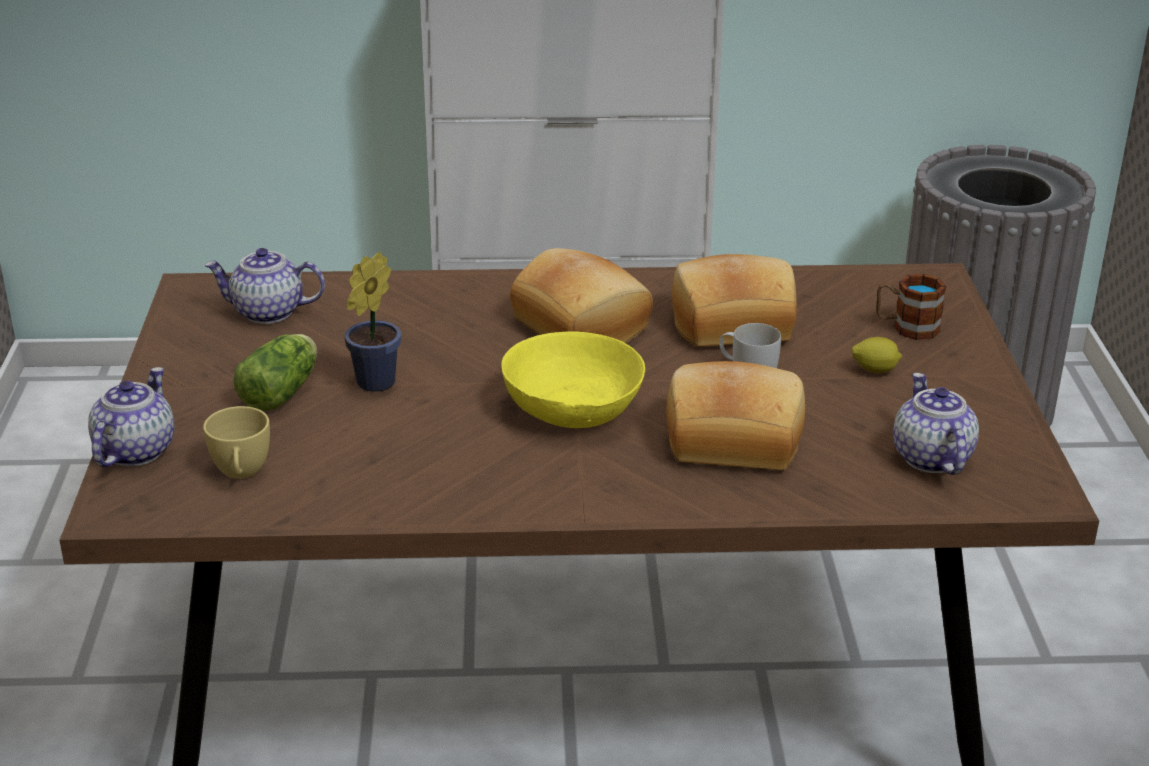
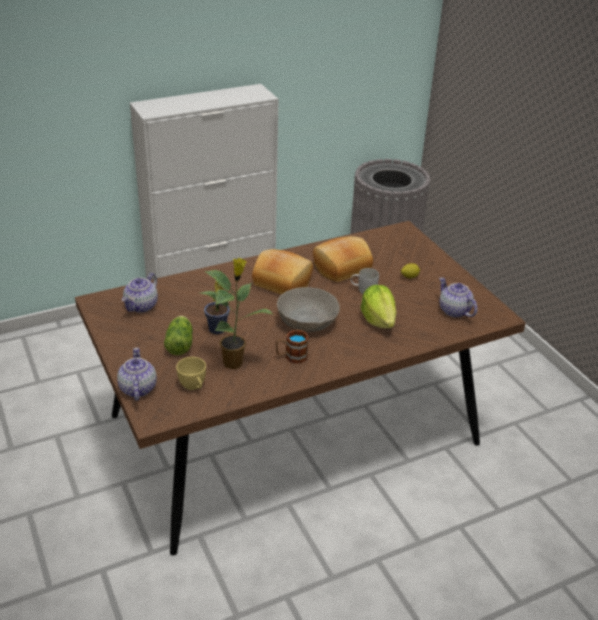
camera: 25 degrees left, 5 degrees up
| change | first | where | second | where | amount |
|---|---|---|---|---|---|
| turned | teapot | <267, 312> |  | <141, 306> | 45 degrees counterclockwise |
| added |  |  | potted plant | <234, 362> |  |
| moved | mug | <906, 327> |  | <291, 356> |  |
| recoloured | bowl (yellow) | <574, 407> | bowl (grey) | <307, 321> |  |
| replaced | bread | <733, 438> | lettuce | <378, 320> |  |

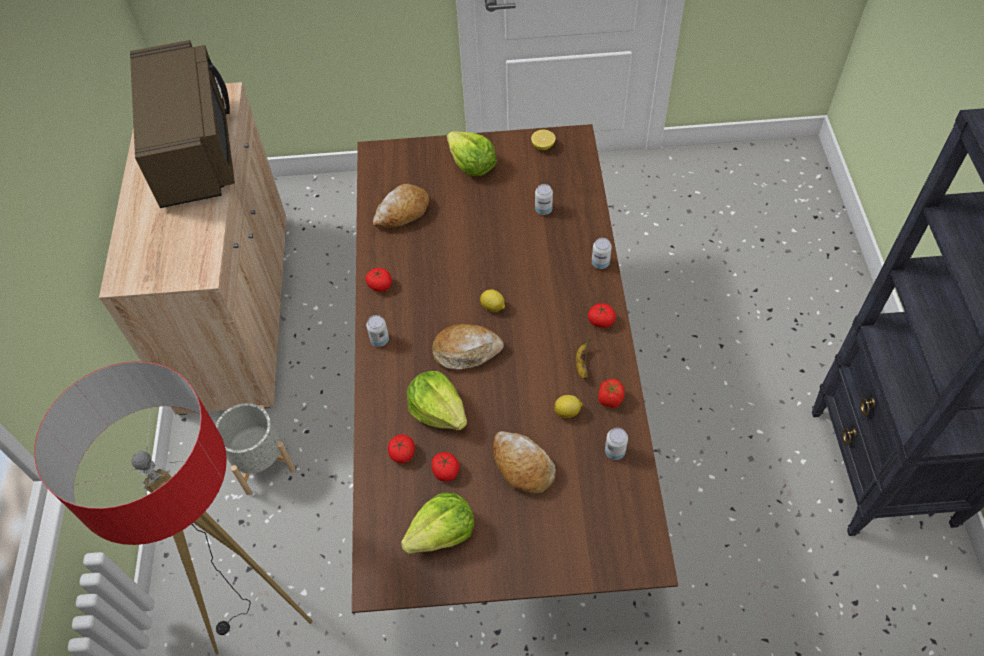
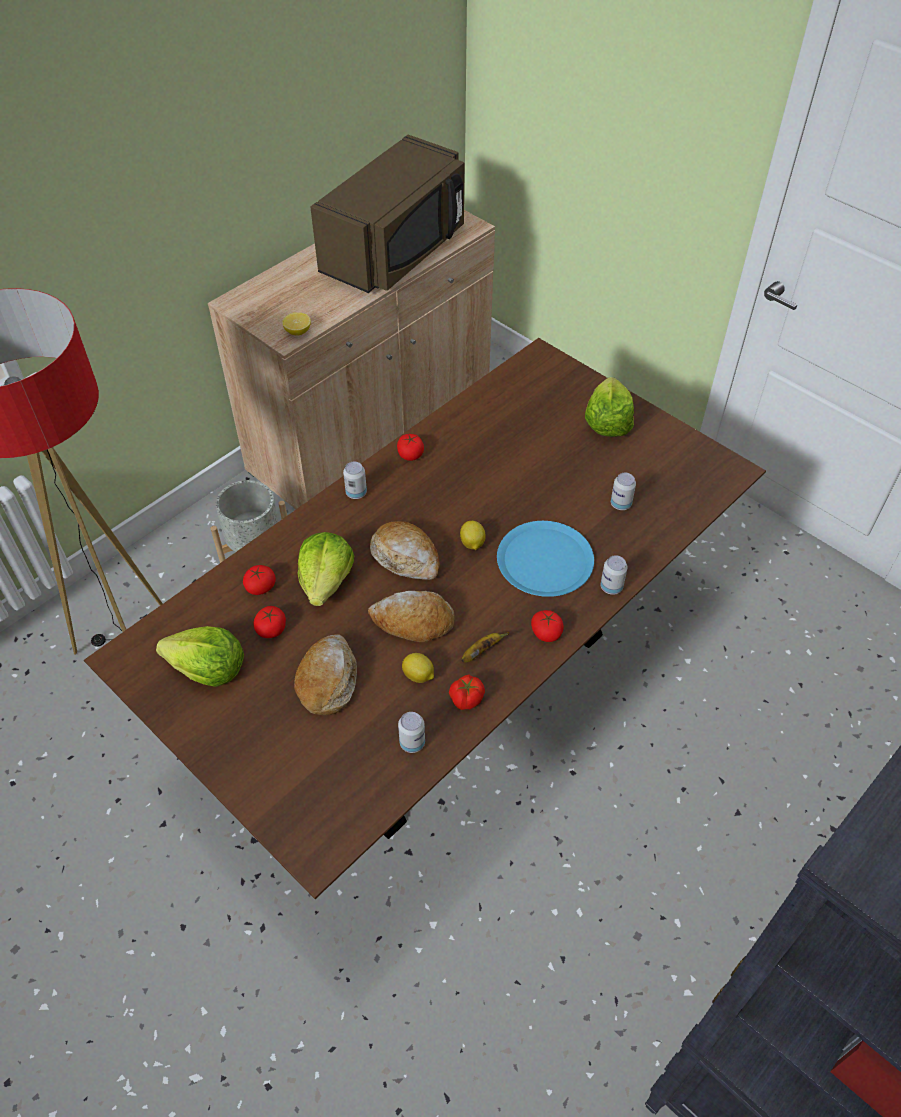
camera: 45 degrees right, 5 degrees down
| change | first | where | second | where | amount |
|---|---|---|---|---|---|
| moved | lemon | <543, 146> |  | <298, 332> |  |
| moved | bread | <402, 213> |  | <413, 623> |  |
| added |  |  | plate (blue) | <545, 560> |  |

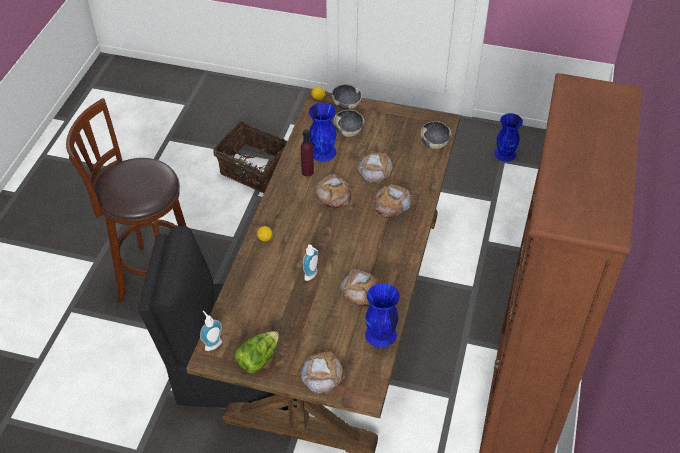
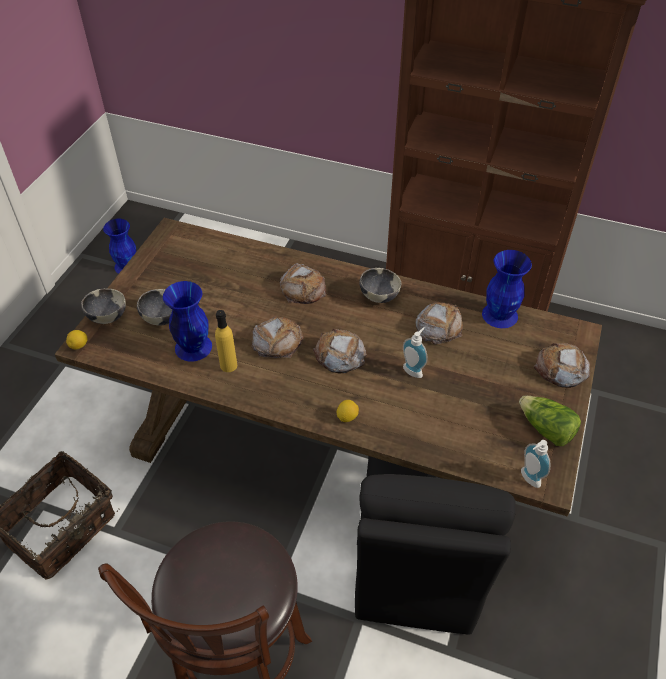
camera: 85 degrees left, 0 degrees up
| change | first | where | second | where | amount |
|---|---|---|---|---|---|
| recoloured | bottle (purple) | <307, 172> | bottle (yellow) | <228, 365> |  |
| moved | bread | <375, 170> |  | <339, 355> |  |
| moved | bowl | <434, 144> |  | <379, 296> |  |

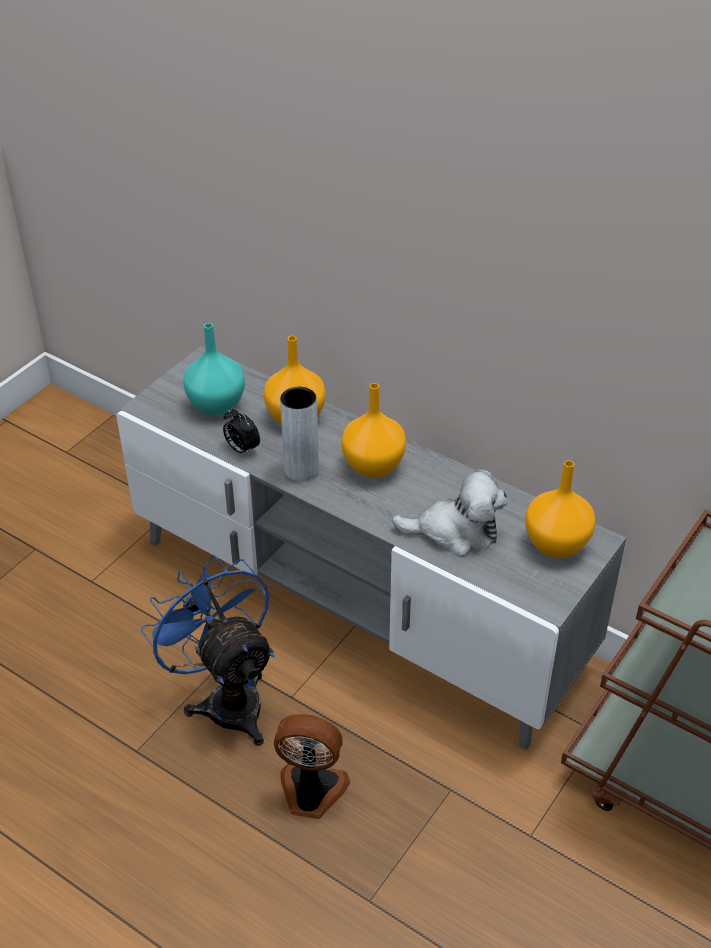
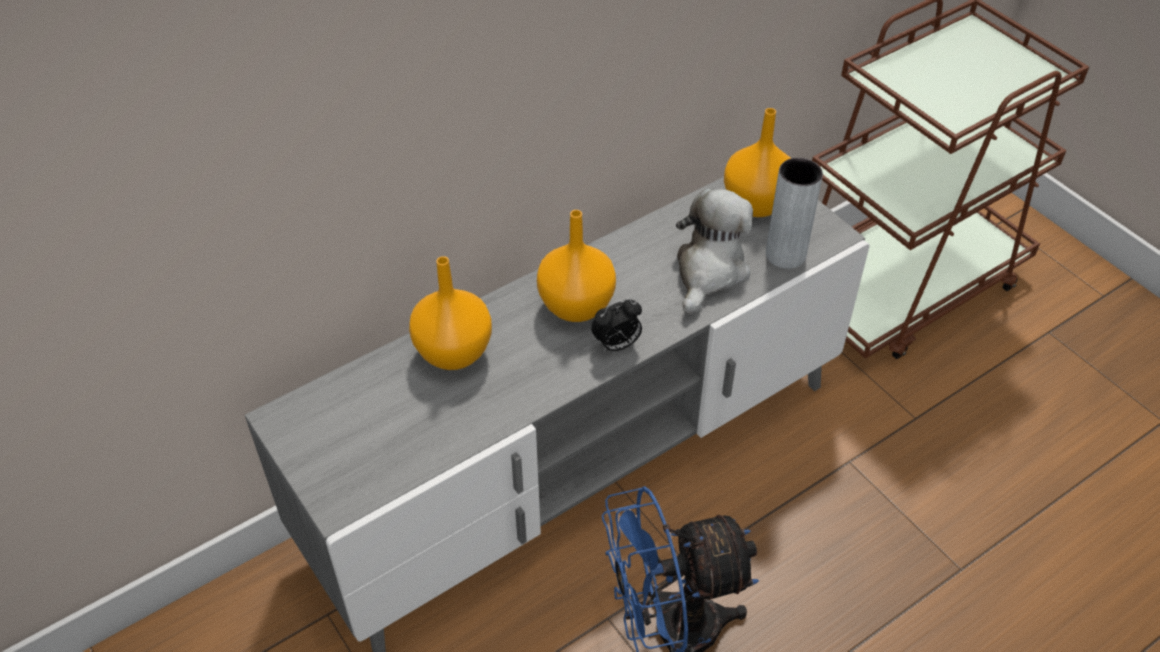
camera: 70 degrees left, 5 degrees up
| change | first | where | second | where | amount |
|---|---|---|---|---|---|
| moved | alarm clock | <241, 449> |  | <616, 345> |  |
| moved | vase (grey) | <301, 470> |  | <785, 254> |  |
| removed | vase (turquoise) | <216, 405> |  |  |  |
| removed | fan | <311, 792> |  |  |  |

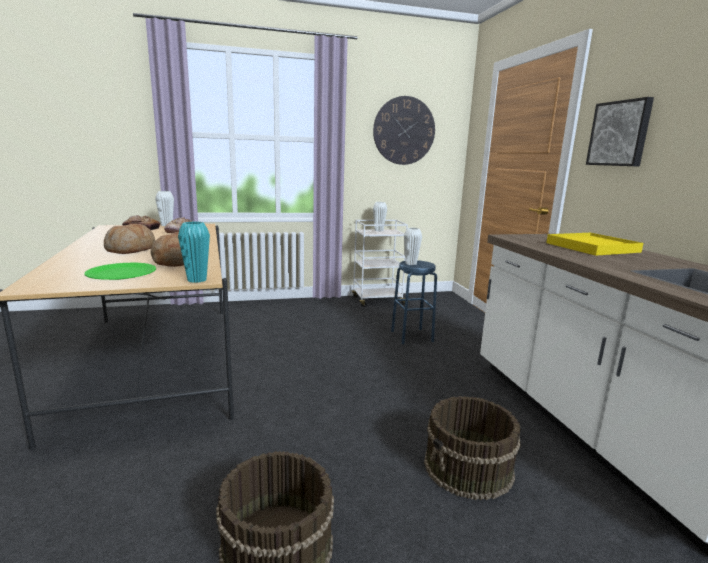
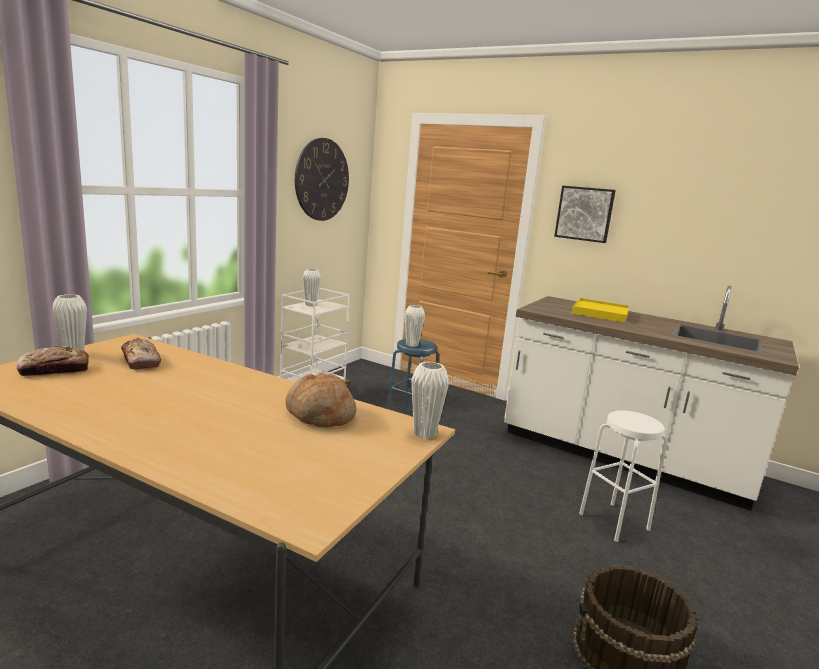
camera: 45 degrees left, 0 degrees up
| change | first | where | second | where | amount |
|---|---|---|---|---|---|
| recoloured | vase (turquoise) | <197, 280> | vase (white) | <424, 433> |  |
| replaced | bucket (brown) | <469, 468> | stool (white) | <614, 521> |  |
| removed | plate (green) | <122, 273> |  |  |  |
| removed | bread | <131, 250> |  |  |  |

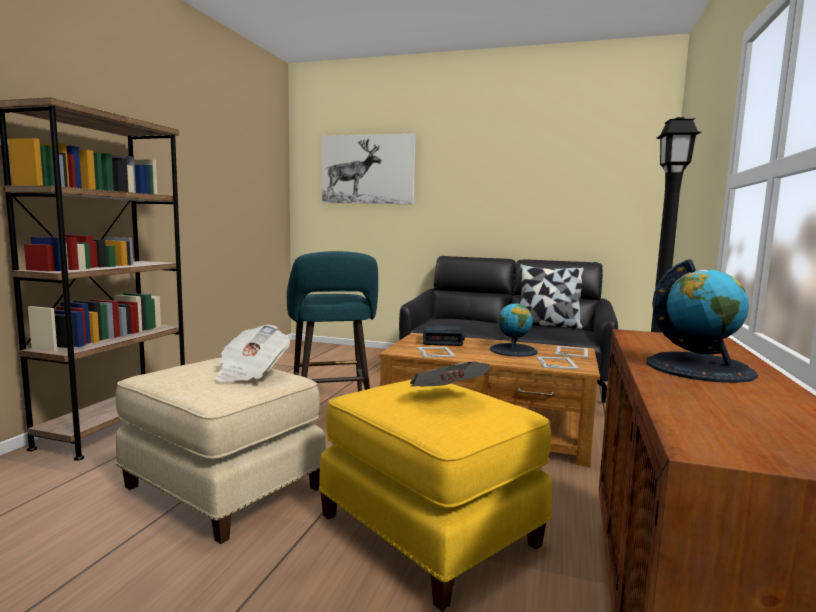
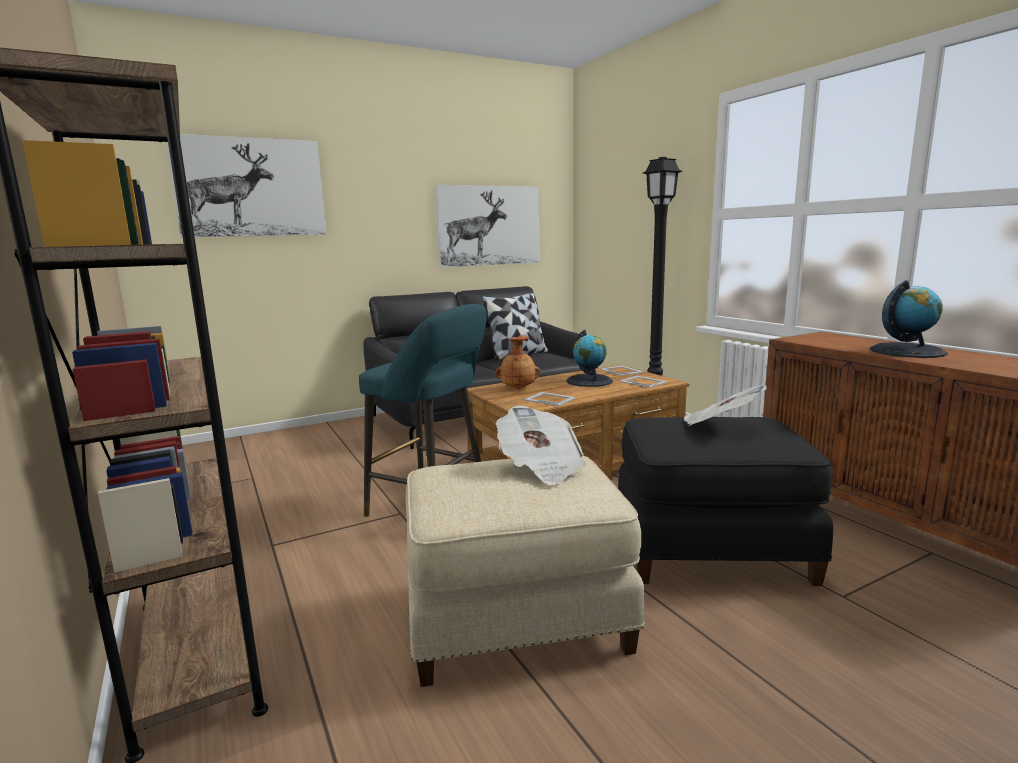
camera: 45 degrees left, 5 degrees up
| change | first | where | second | where | amount |
|---|---|---|---|---|---|
| added |  |  | picture | <489, 226> |  |
| replaced | alarm clock | <443, 341> | vase (brown) | <518, 388> |  |
| recoloured | ottoman (yellow) | <431, 528> | ottoman (black) | <710, 547> |  |

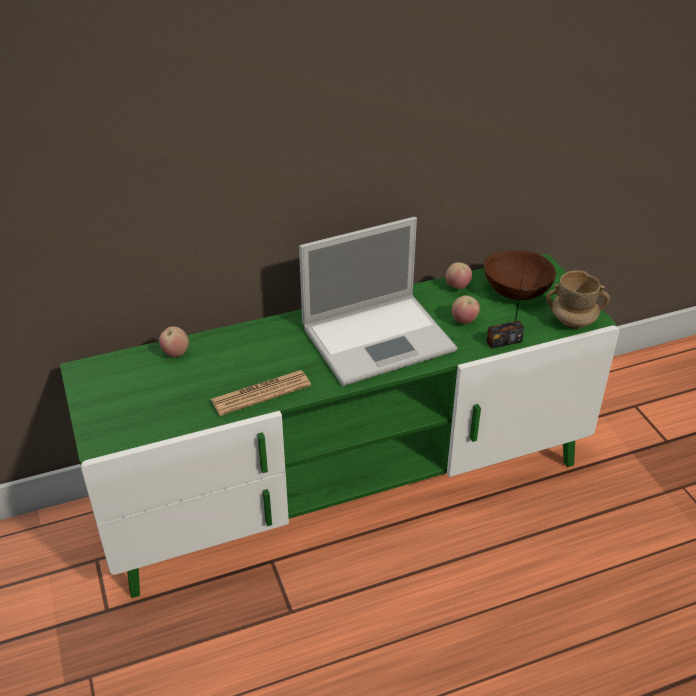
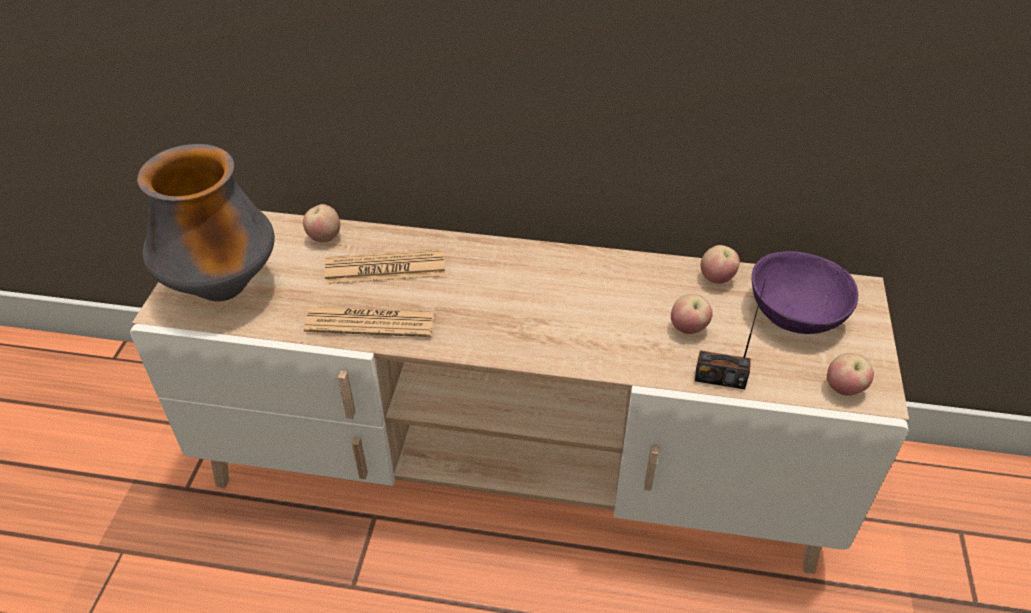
camera: 30 degrees right, 5 degrees up
| change | first | where | second | where | amount |
|---|---|---|---|---|---|
| recoloured | tv stand (green) | <347, 485> | tv stand (beige) | <515, 467> |  |
| added |  |  | vase | <224, 288> |  |
| added |  |  | newspaper | <385, 268> |  |
| recoloured | bowl (brown) | <516, 290> | bowl (purple) | <795, 313> |  |
| replaced | mug (beige) | <573, 321> | apple | <843, 389> |  |
| removed | laptop | <380, 338> |  |  |  |

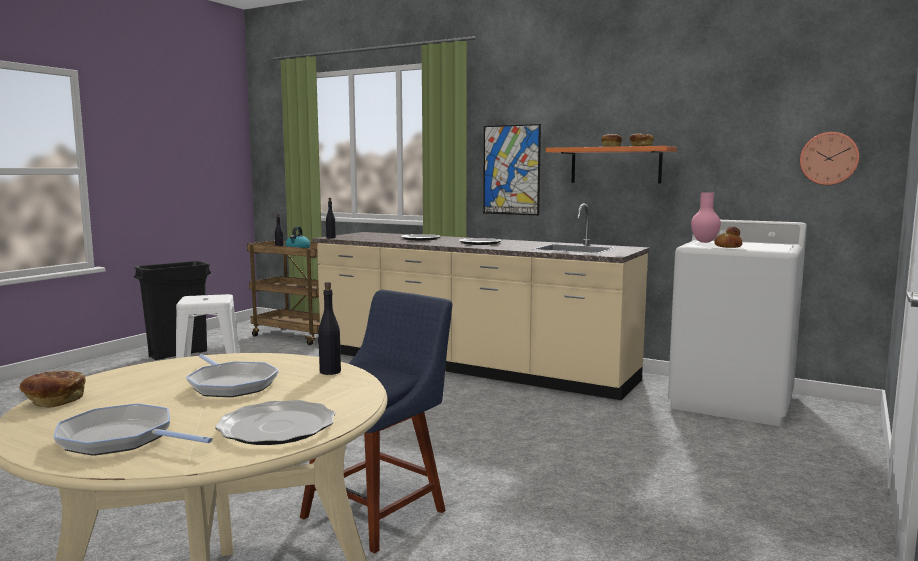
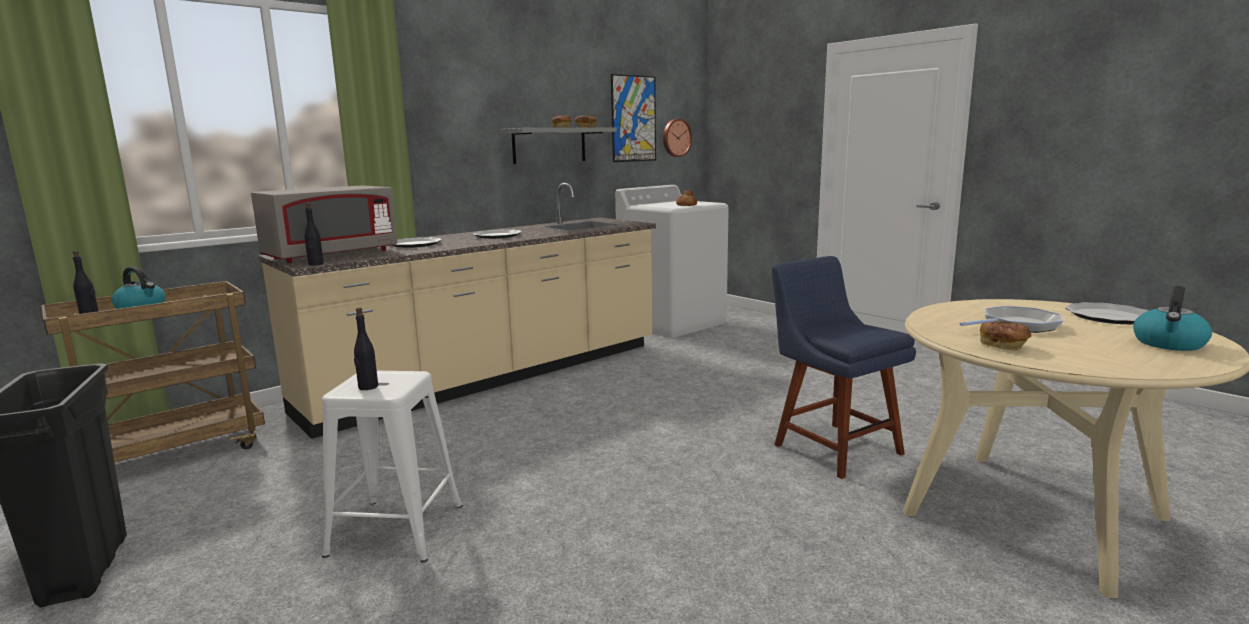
camera: 70 degrees left, 5 degrees up
| change | first | where | second | where | amount |
|---|---|---|---|---|---|
| added |  |  | microwave (grey) | <331, 255> |  |
| moved | bottle (black) | <330, 372> |  | <367, 387> |  |
| recoloured | shelf (orange) | <615, 165> | shelf (grey) | <549, 145> |  |
| moved | picture | <511, 170> |  | <633, 119> |  |
| moved | bread | <54, 401> |  | <1003, 346> |  |
| replaced | frying pan | <122, 439> | kettle | <1169, 344> |  |
| removed | vase (pink) | <704, 242> |  |  |  |

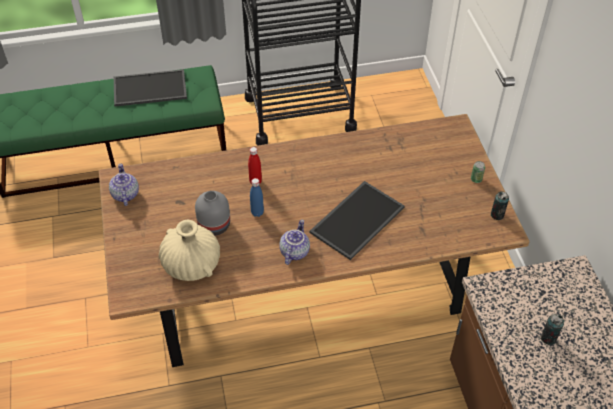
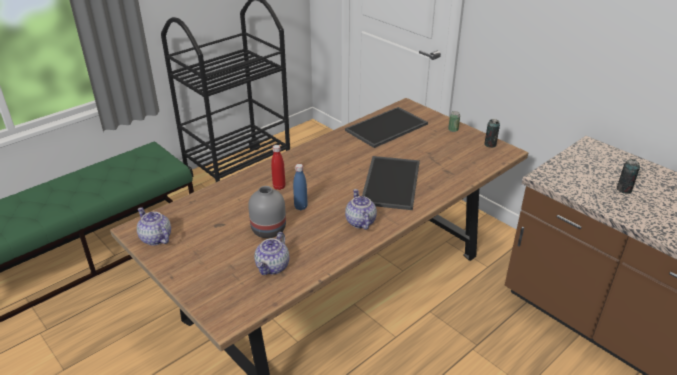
camera: 30 degrees left, 15 degrees down
| change | first | where | second | where | amount |
|---|---|---|---|---|---|
| replaced | vase (beige) | <192, 265> | teapot | <273, 267> |  |
| moved | tray | <149, 89> |  | <387, 128> |  |

